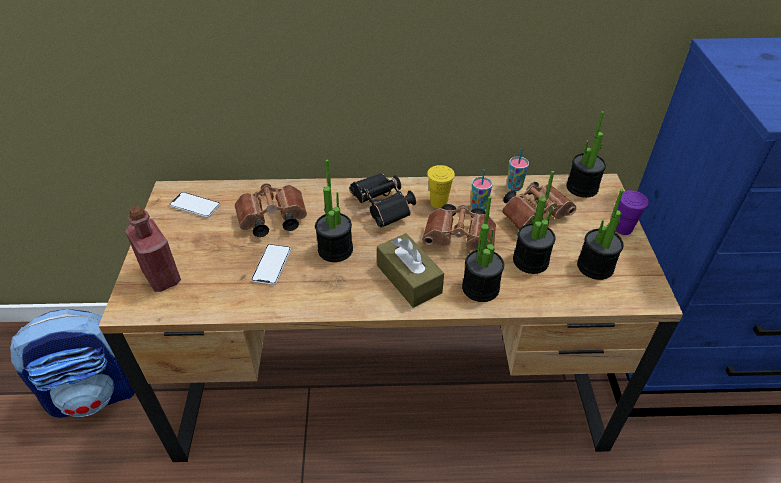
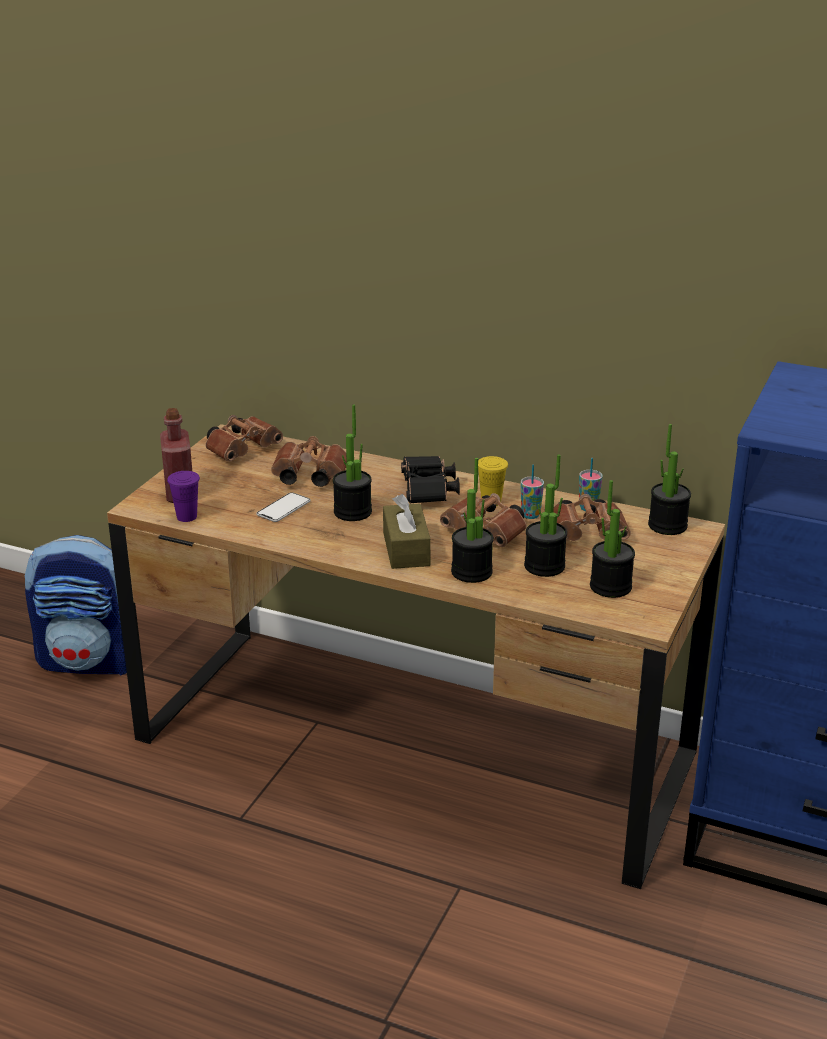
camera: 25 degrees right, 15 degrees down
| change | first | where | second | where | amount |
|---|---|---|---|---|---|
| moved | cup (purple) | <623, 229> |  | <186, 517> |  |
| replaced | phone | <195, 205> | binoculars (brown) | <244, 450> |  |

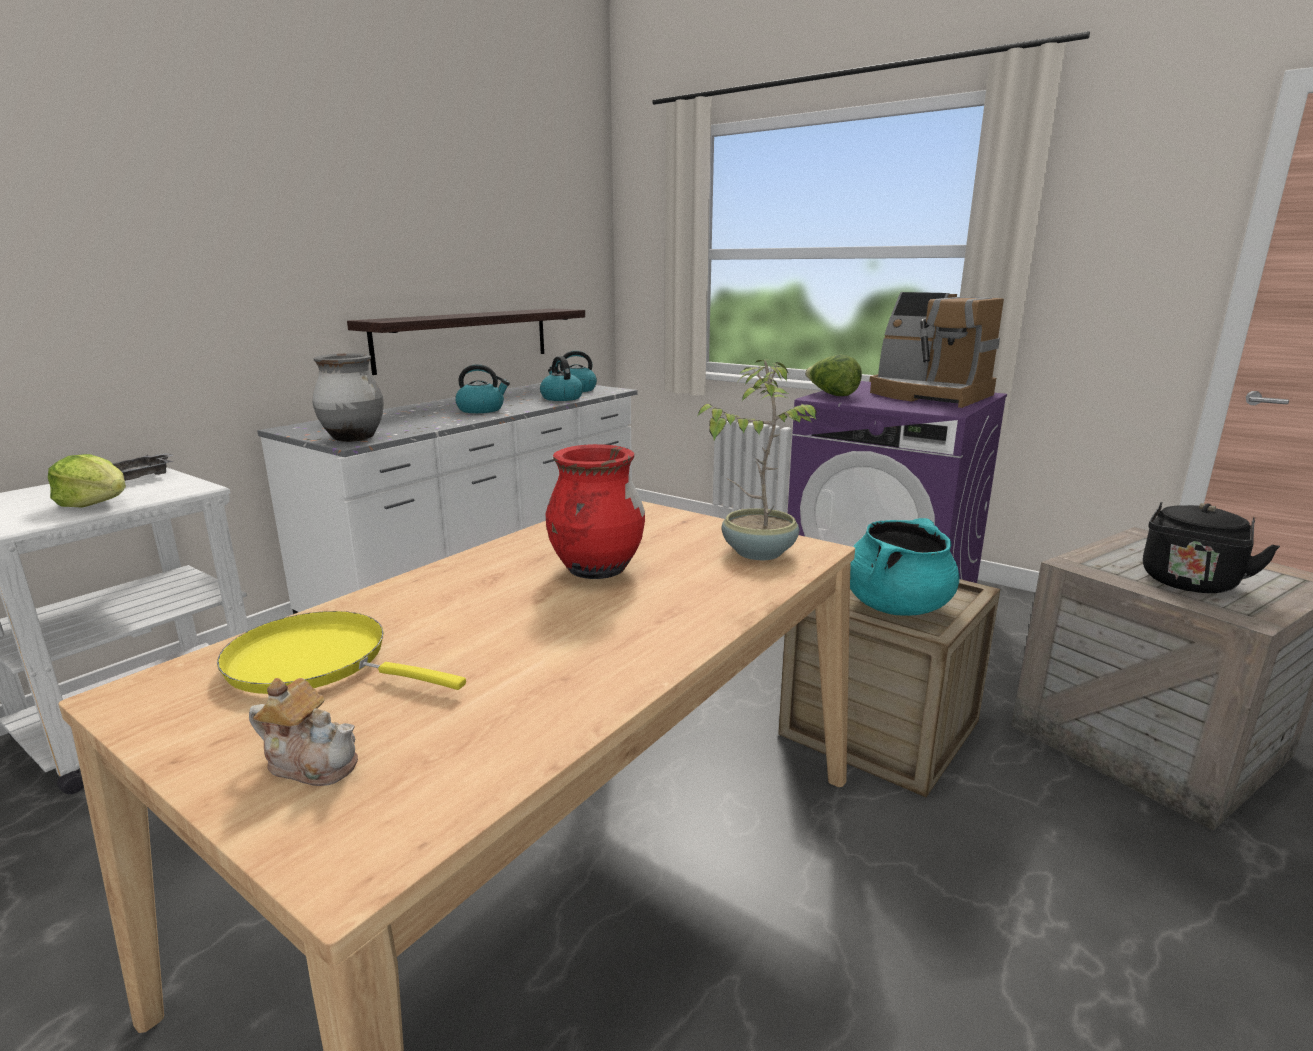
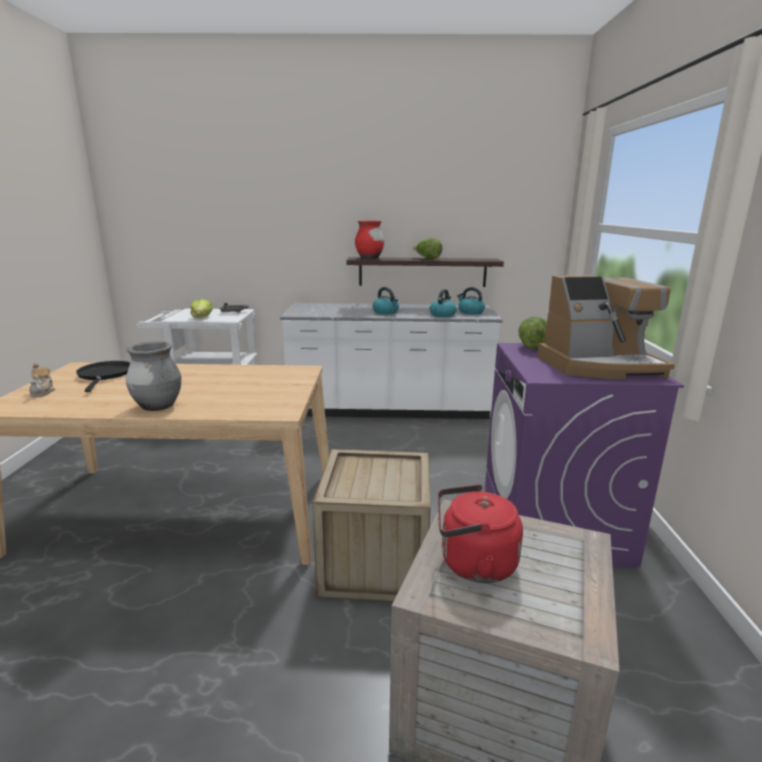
camera: 55 degrees right, 0 degrees up
| change | first | where | second | where | amount |
|---|---|---|---|---|---|
| recoloured | frying pan (yellow) | <317, 663> | frying pan (black) | <105, 375> |  |
| moved | vase (grey) | <353, 438> |  | <158, 406> |  |
| moved | vase (red) | <597, 570> |  | <369, 258> |  |
| added |  |  | lettuce | <427, 259> |  |
| recoloured | kettle (black) | <1189, 584> | kettle (red) | <473, 564> |  |
| turned | coffee machine | <929, 395> |  | <600, 366> | 105 degrees counterclockwise |
| removed | potted plant | <757, 552> |  |  |  |
| removed | cooking pot (turquoise) | <896, 606> |  |  |  |

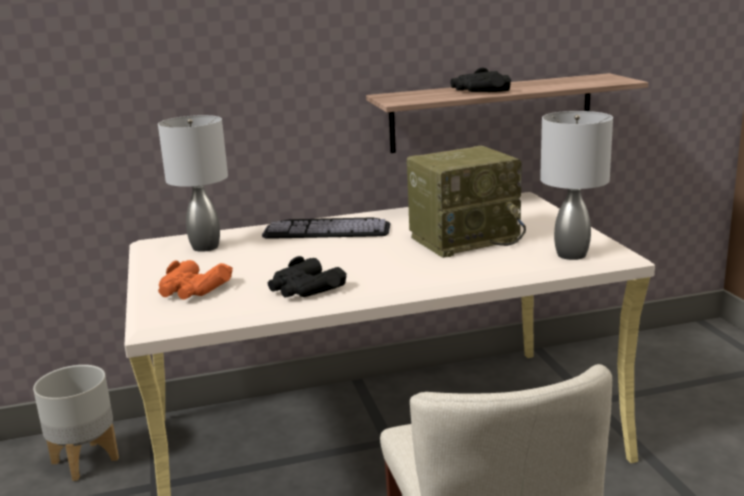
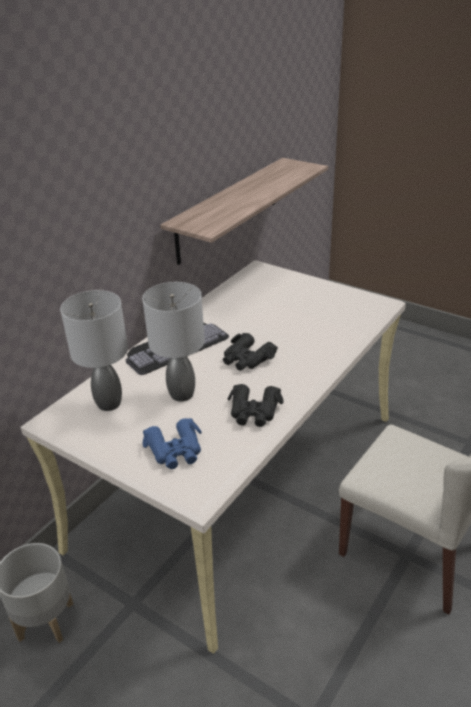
camera: 40 degrees left, 15 degrees up
| change | first | where | second | where | amount |
|---|---|---|---|---|---|
| moved | table lamp (grey) | <570, 254> |  | <181, 394> |  |
| recoloured | binoculars (orange) | <192, 290> | binoculars (blue) | <175, 450> |  |
| moved | binoculars (black) | <479, 90> |  | <247, 359> |  |
| removed | radio | <464, 239> |  |  |  |

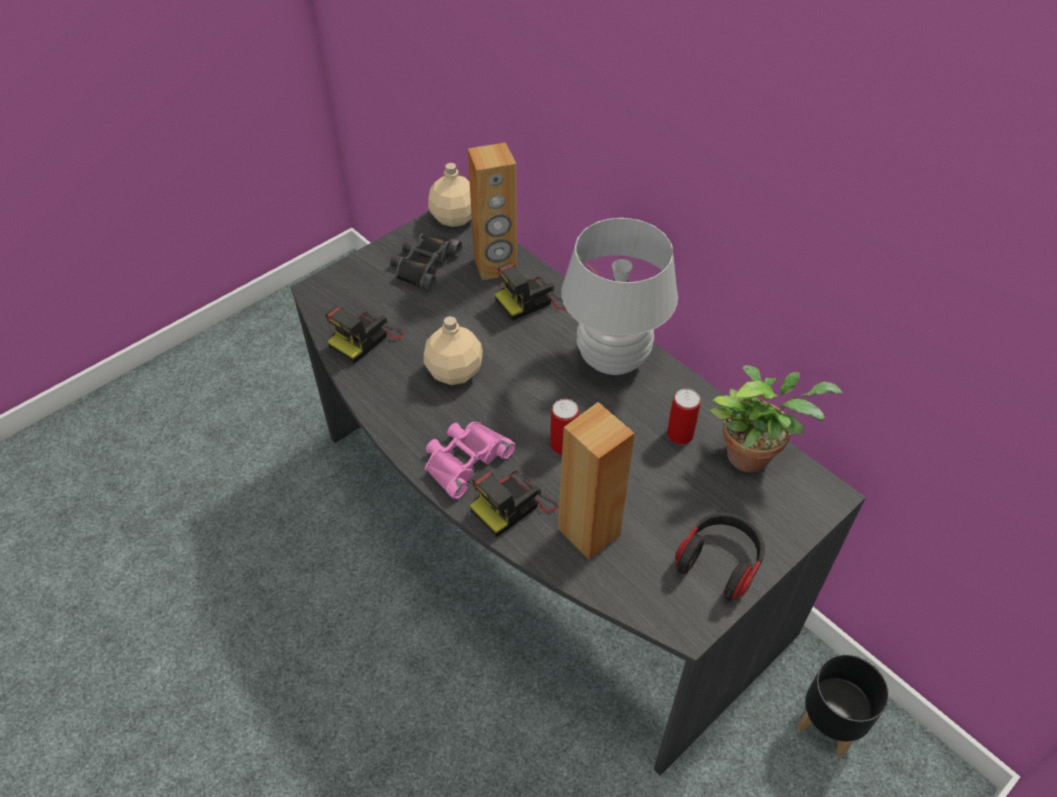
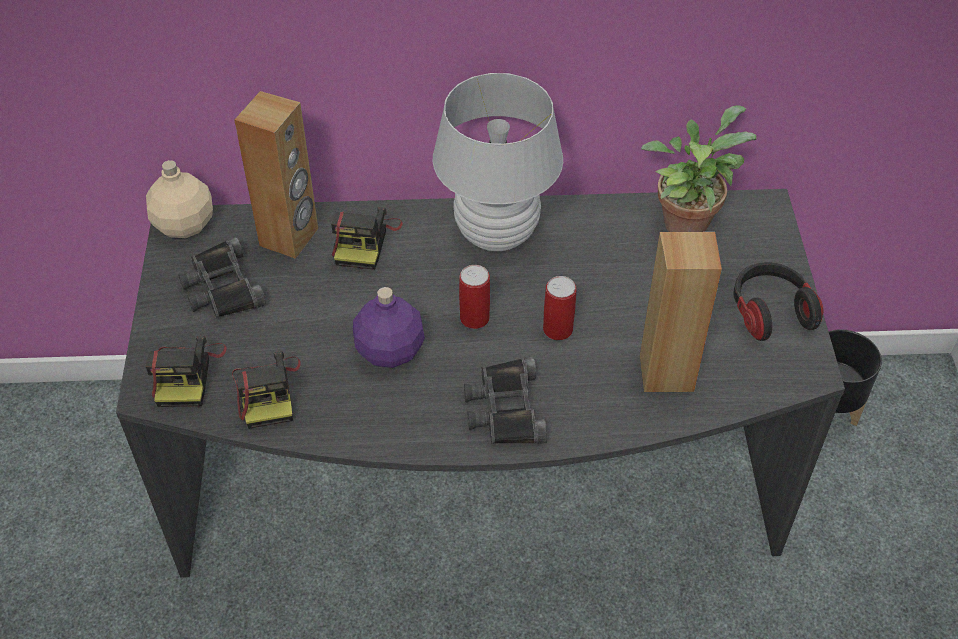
camera: 50 degrees left, 0 degrees up
| change | first | where | second | where | amount |
|---|---|---|---|---|---|
| moved | photo camera | <513, 505> |  | <187, 374> |  |
| recoloured | bottle (beige) | <453, 372> | bottle (purple) | <389, 351> |  |
| moved | can | <680, 434> |  | <474, 318> |  |
| recoloured | binoculars (pink) | <464, 460> | binoculars (black) | <504, 409> |  |

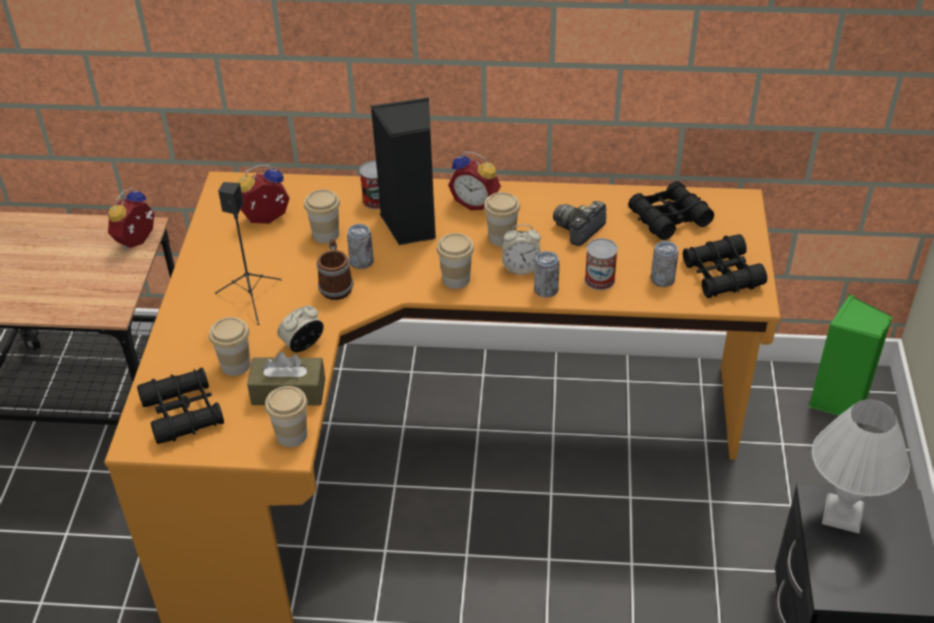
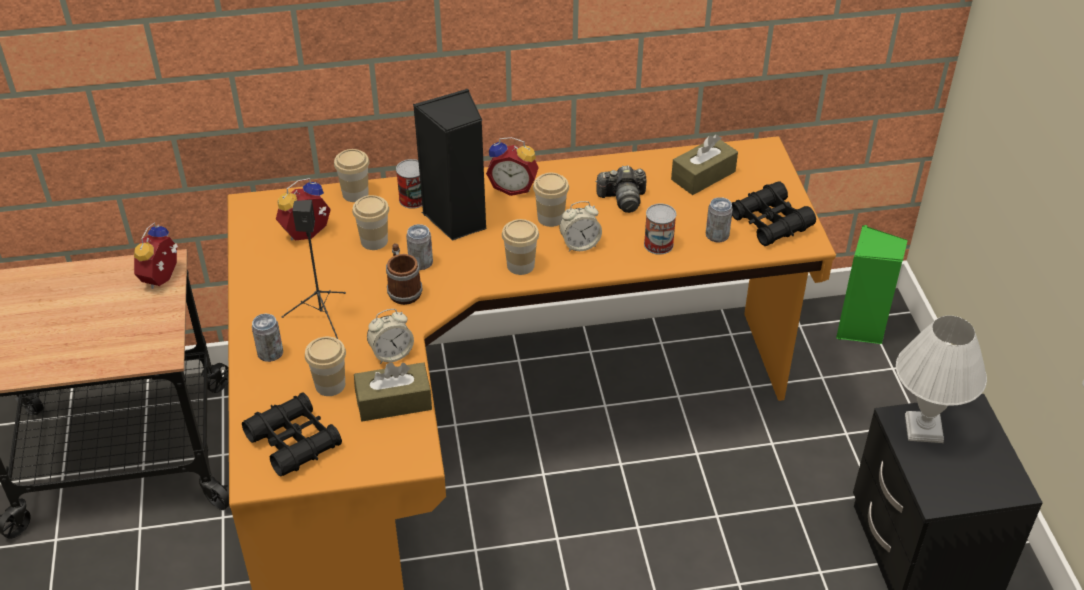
camera: 15 degrees left, 0 degrees up
| change | first | where | second | where | amount |
|---|---|---|---|---|---|
| moved | can | <546, 290> |  | <270, 353> |  |
| moved | cup | <291, 435> |  | <355, 193> |  |
| turned | alarm clock | <303, 345> |  | <391, 354> | 150 degrees counterclockwise |
| turned | photo camera | <579, 229> |  | <622, 199> | 120 degrees counterclockwise |
| replaced | binoculars (black) | <669, 218> | tissue box (brown) | <703, 175> |  |

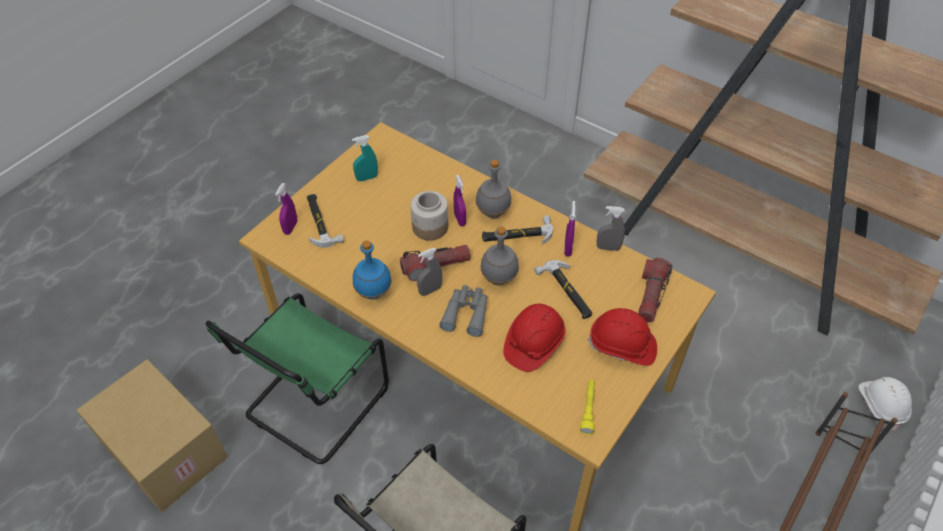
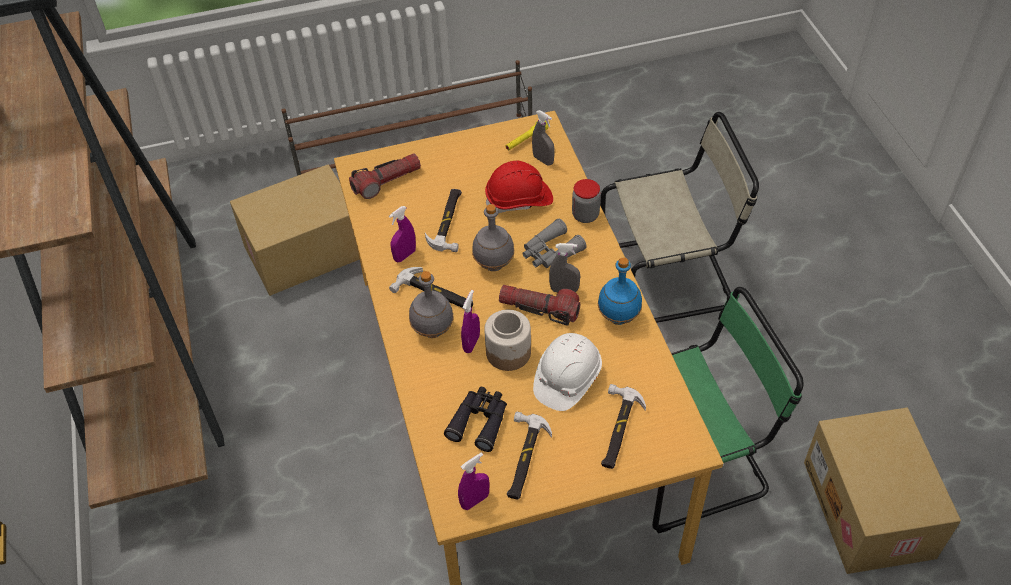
camera: 140 degrees left, 0 degrees up
| change | first | where | second | where | amount |
|---|---|---|---|---|---|
| added |  |  | cardboard box | <304, 253> |  |
| added |  |  | binoculars (black) | <479, 421> |  |
| moved | spray bottle (purple) | <290, 227> |  | <475, 500> |  |
| replaced | spray bottle (turquoise) | <367, 178> | hammer | <524, 458> |  |
| moved | spray bottle (grey) | <608, 248> |  | <543, 160> |  |
| moved | hard hat (white) | <881, 405> |  | <567, 379> |  |
| added |  |  | jar | <585, 215> |  |
| removed | hard hat (red) | <622, 346> |  |  |  |

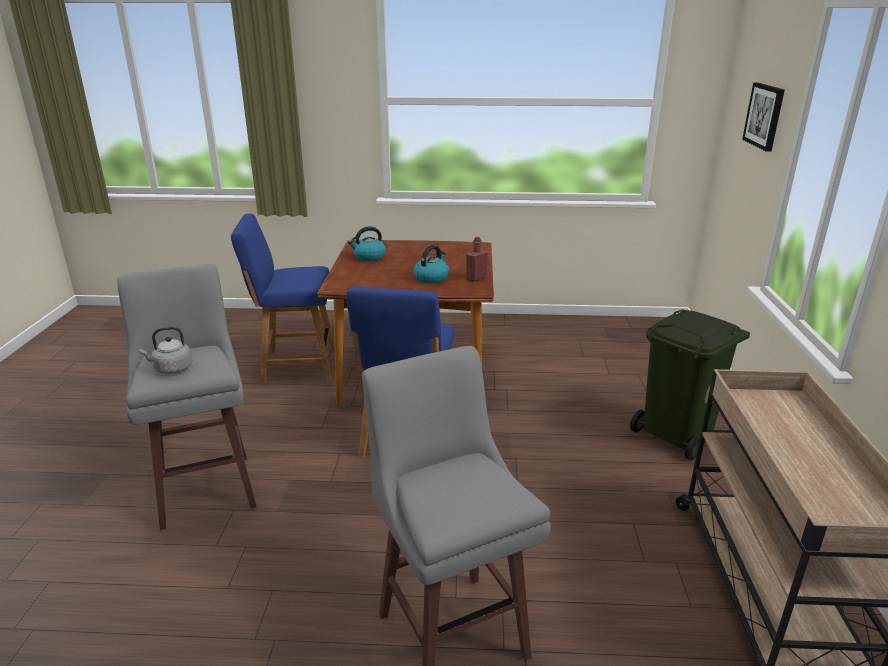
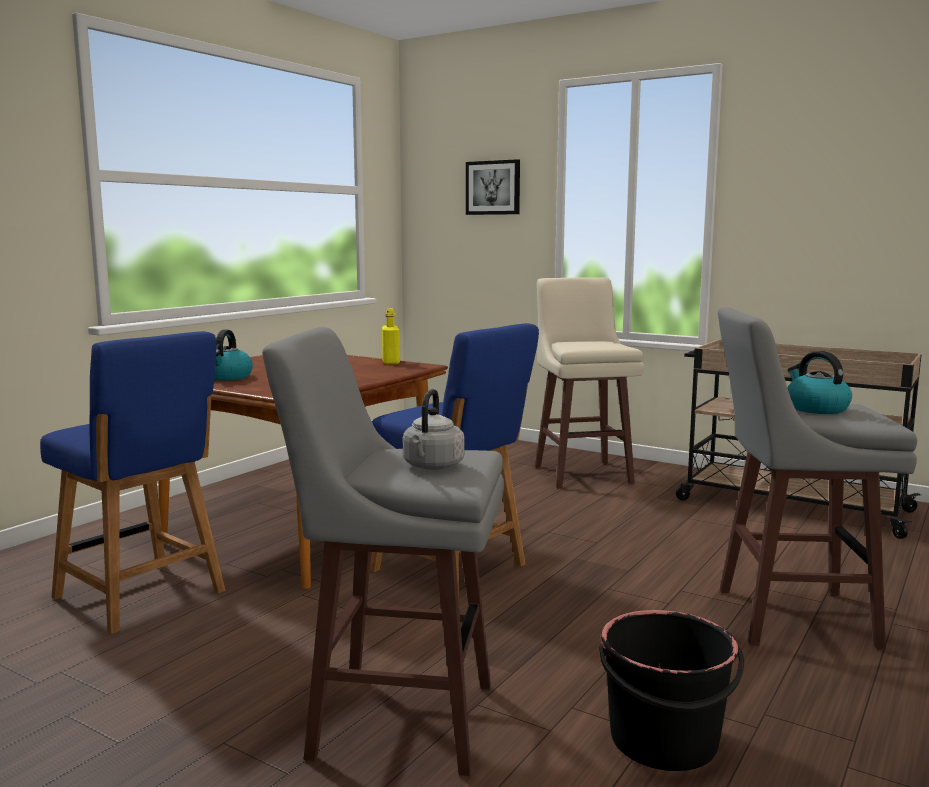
camera: 60 degrees left, 15 degrees down
| change | first | where | second | where | amount |
|---|---|---|---|---|---|
| turned | chair (blue) | <295, 365> |  | <143, 597> | 75 degrees counterclockwise |
| recoloured | bottle (red) | <476, 278> | bottle (yellow) | <391, 362> |  |
| replaced | trash can (green) | <678, 435> | stool (beige) | <582, 474> |  |
| added |  |  | bucket (black) | <664, 741> |  |
| moved | kettle | <431, 278> |  | <815, 408> |  |

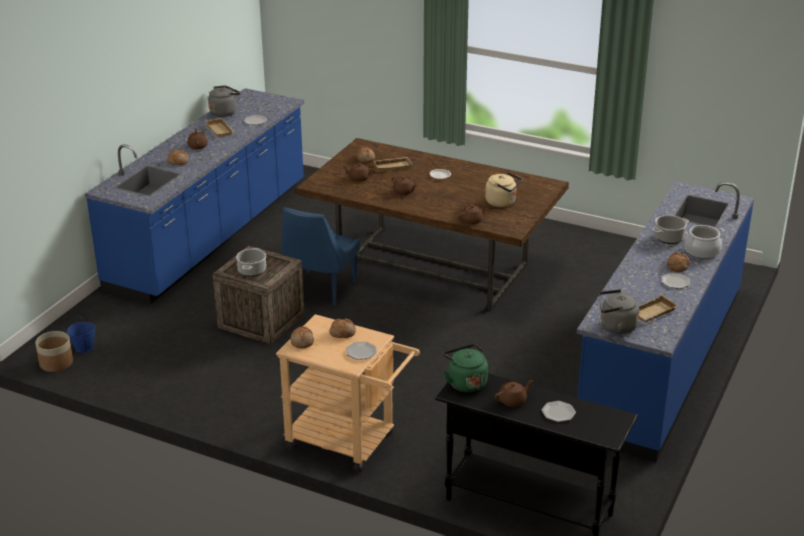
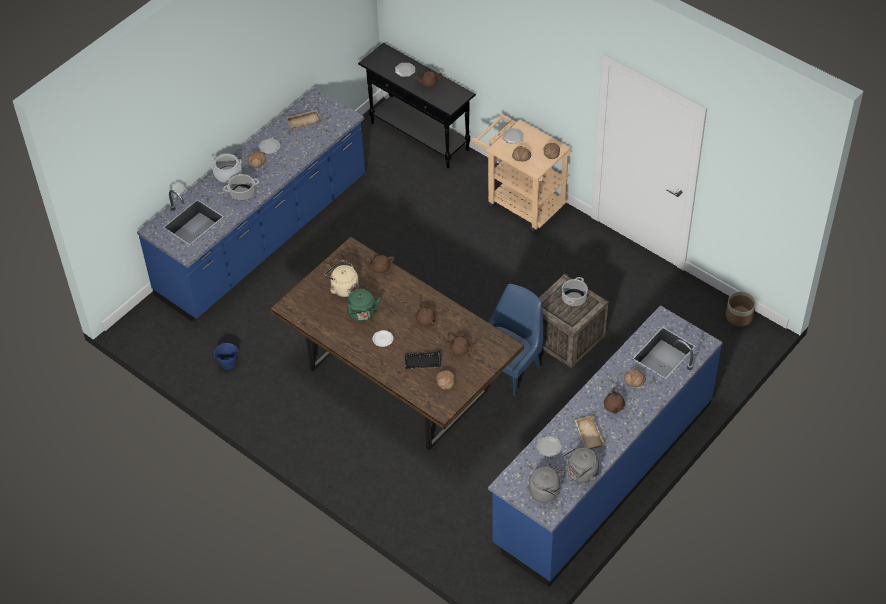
camera: 165 degrees left, 20 degrees up
| change | first | where | second | where | amount |
|---|---|---|---|---|---|
| moved | bucket (blue) | <84, 347> |  | <228, 363> |  |
| moved | kettle (green) | <465, 382> |  | <362, 314> |  |
| recoloured | tray (beige) | <393, 166> | tray (black) | <422, 363> |  |
| moved | kettle (grey) | <615, 327> |  | <546, 492> |  |

